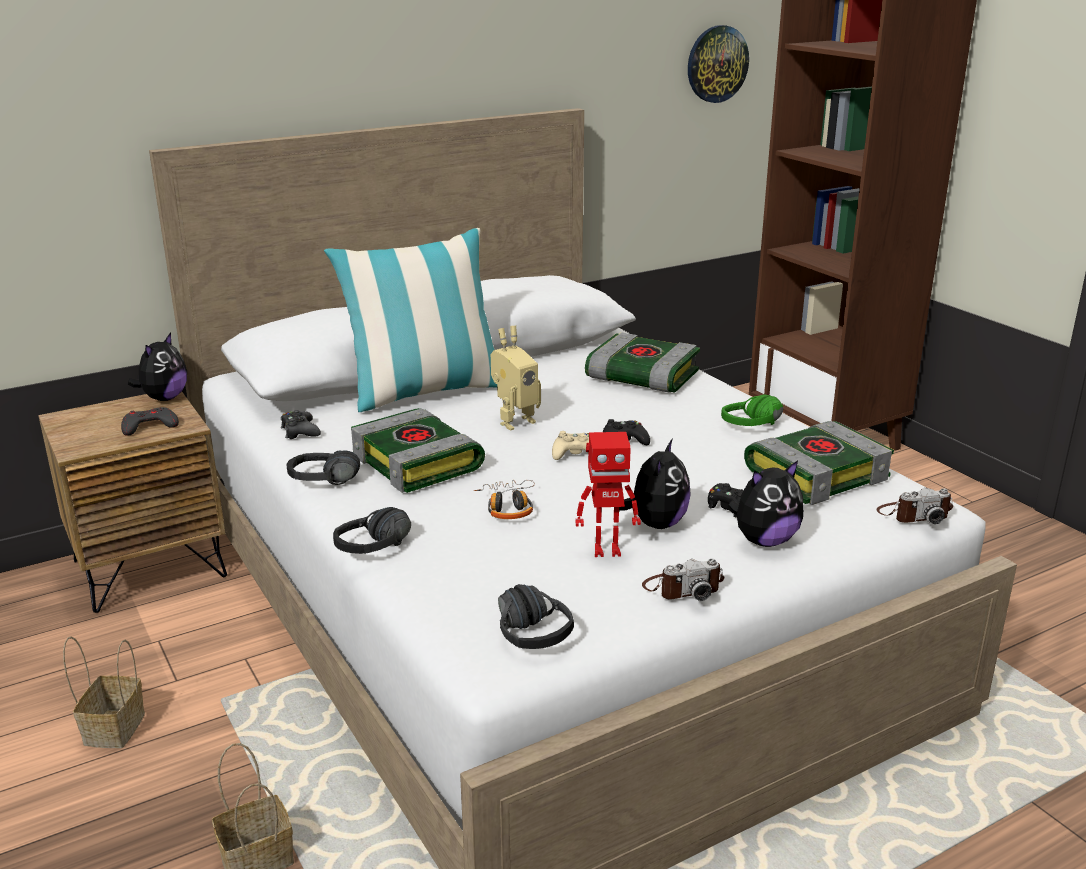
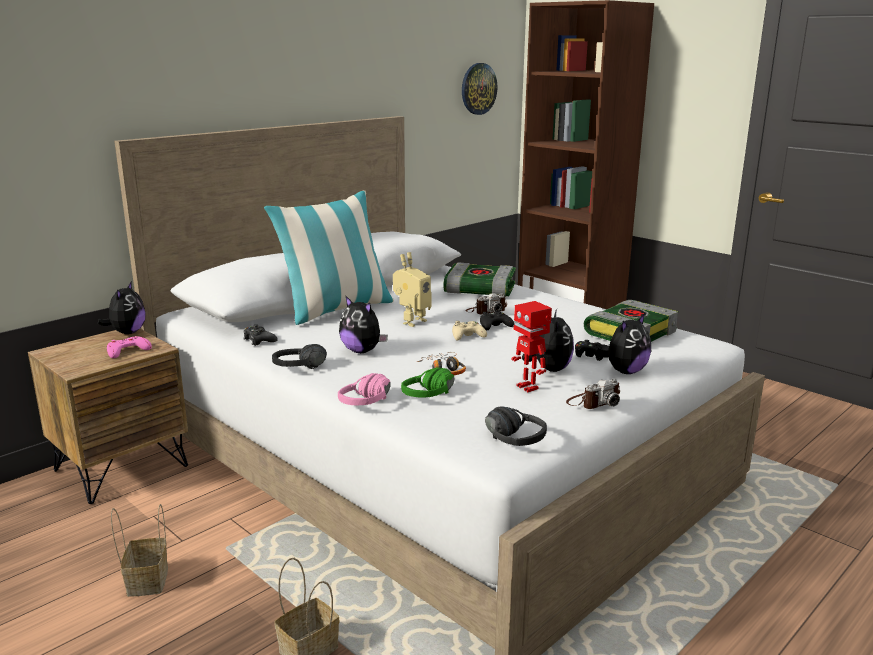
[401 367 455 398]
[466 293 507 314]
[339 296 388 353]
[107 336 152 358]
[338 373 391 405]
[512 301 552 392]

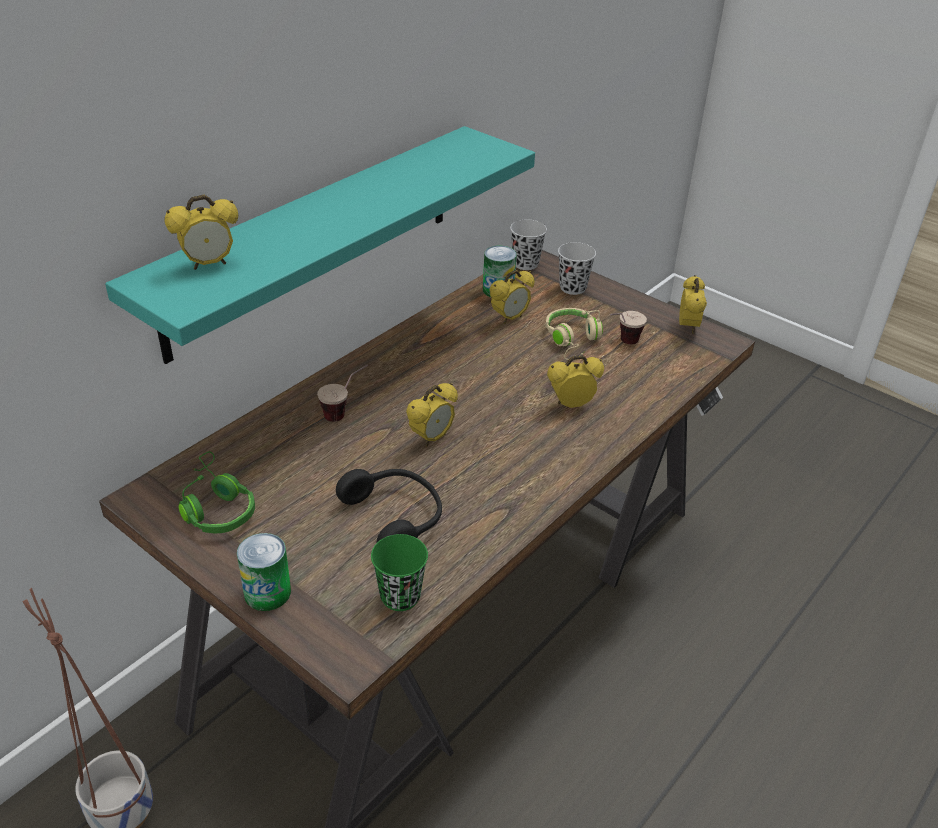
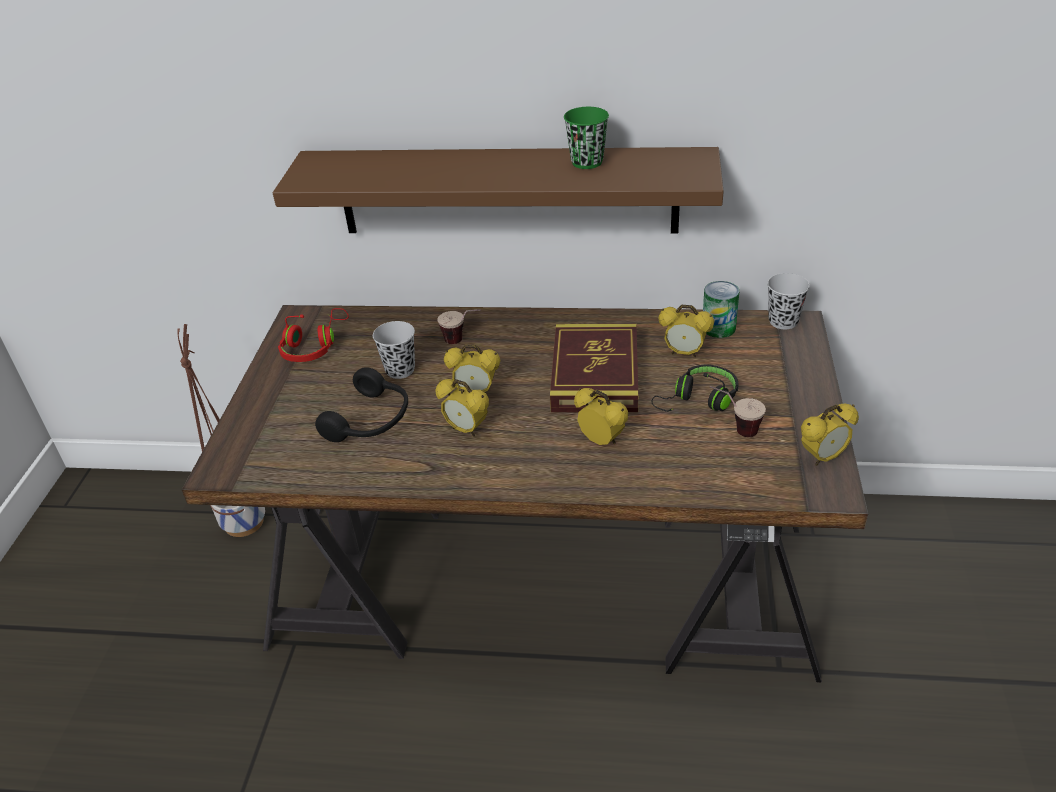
[237 533 291 611] (first image)
[550 324 638 412]
[436 379 489 437]
[564 107 609 169]
[373 321 415 379]
[273 147 724 234]
[278 308 349 362]
[651 364 739 412]

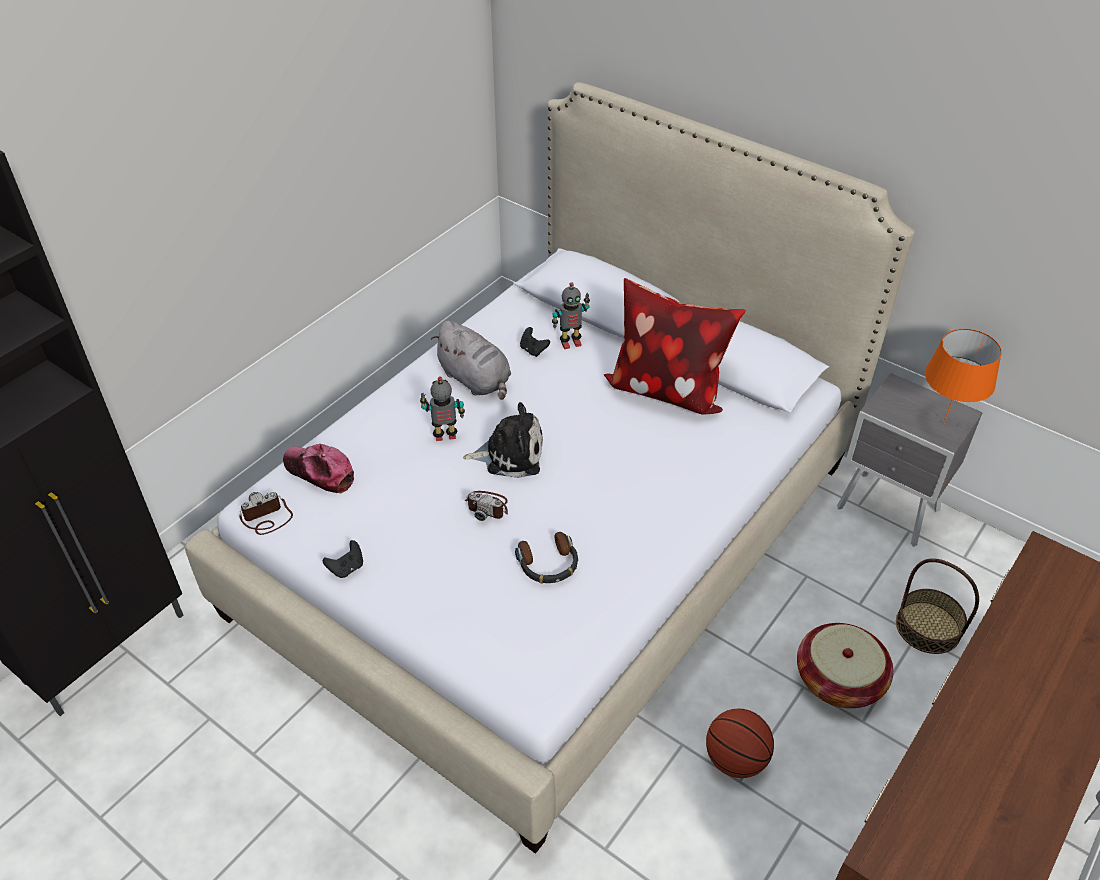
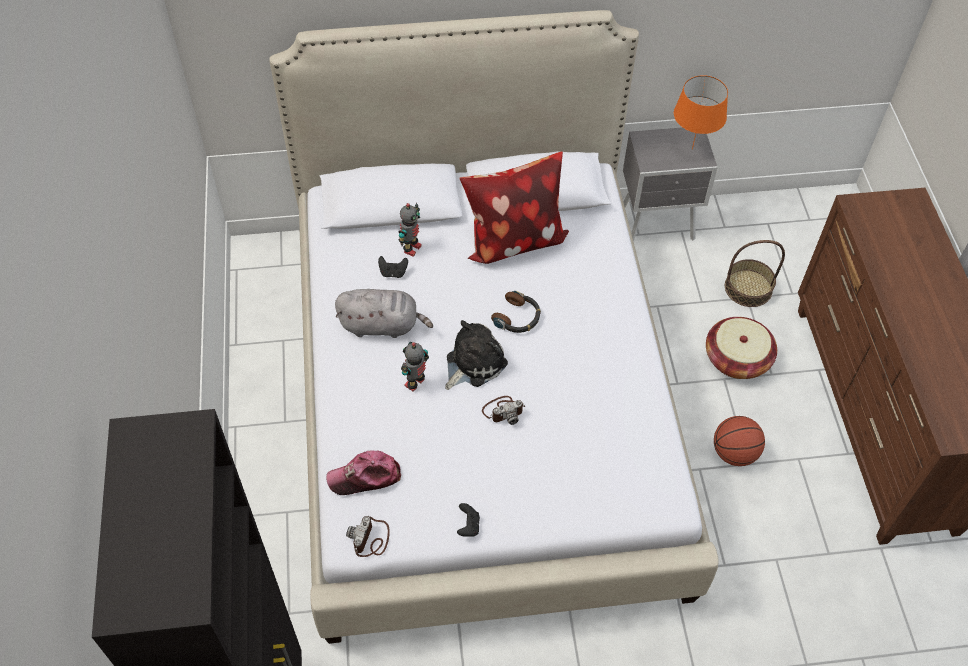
[491 291 541 333]

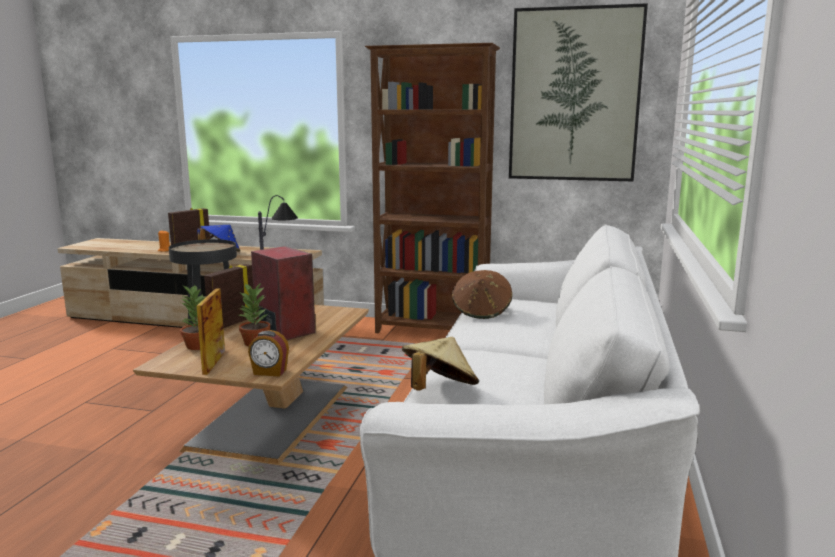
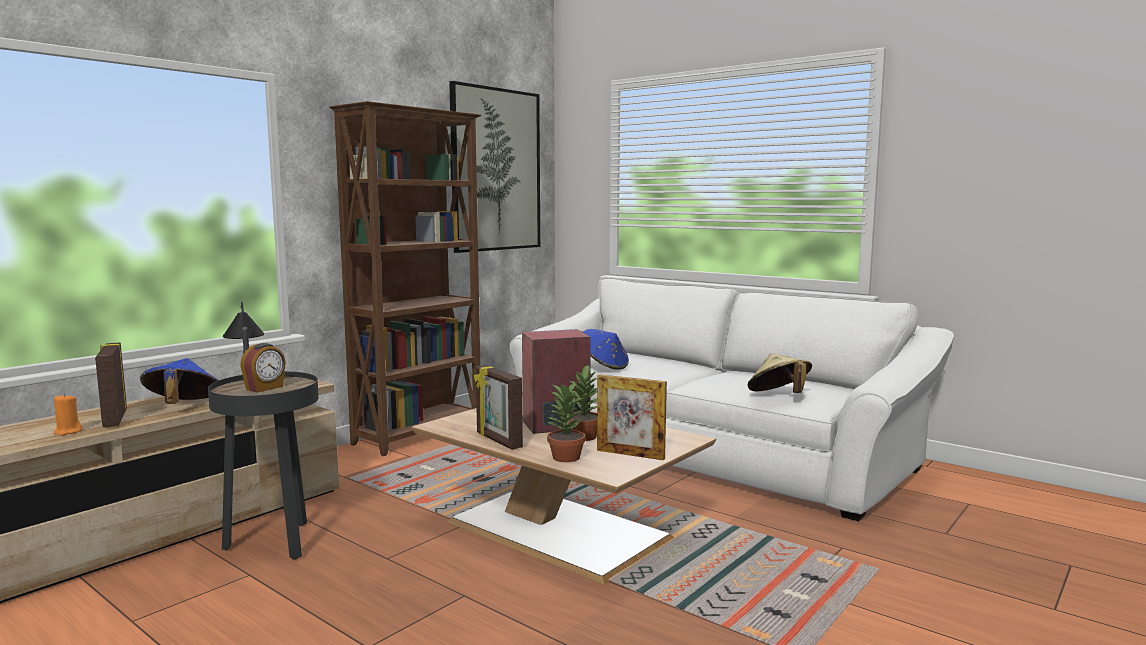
[240 343 286 393]
[581 329 629 370]

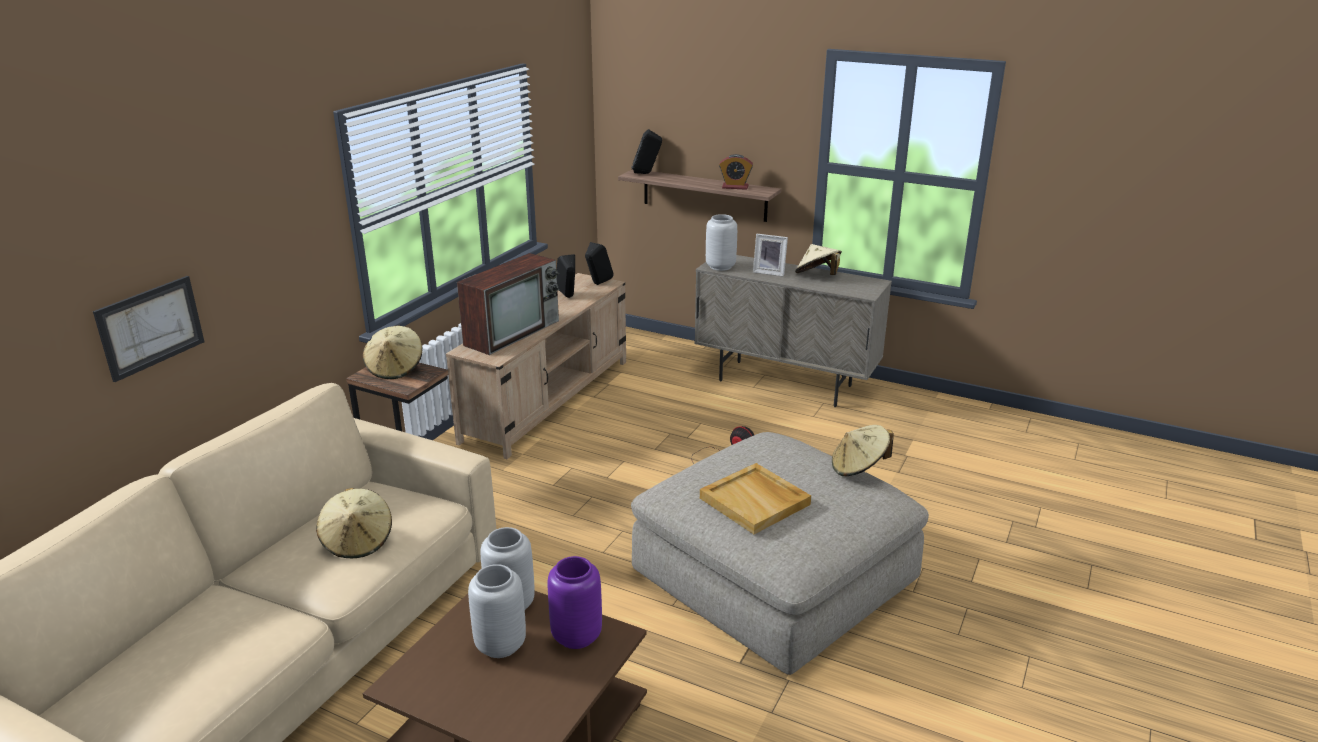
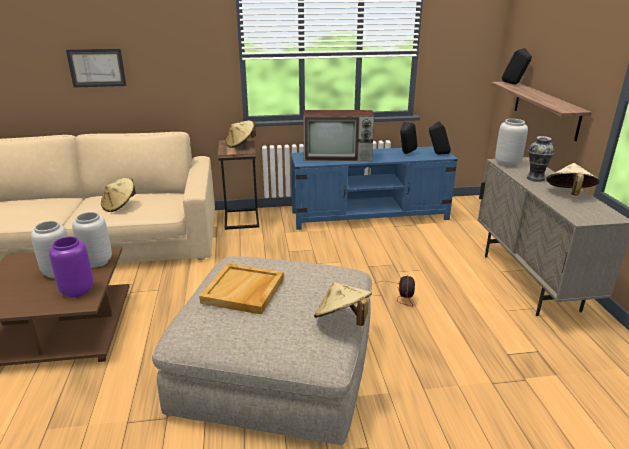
[719 154 753 190] (first image)
[527 136 554 182]
[291 146 458 230]

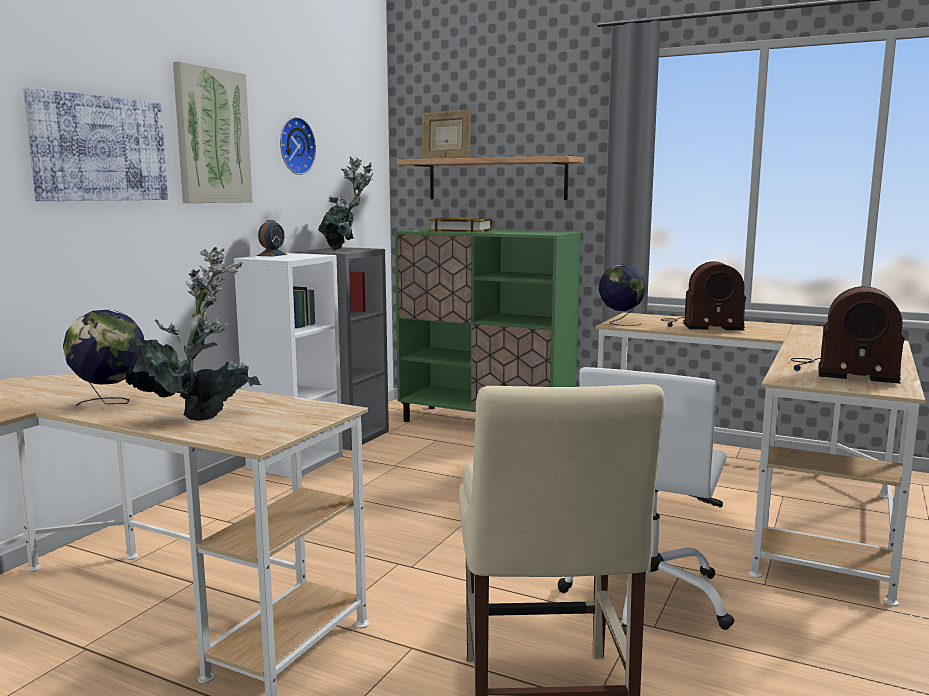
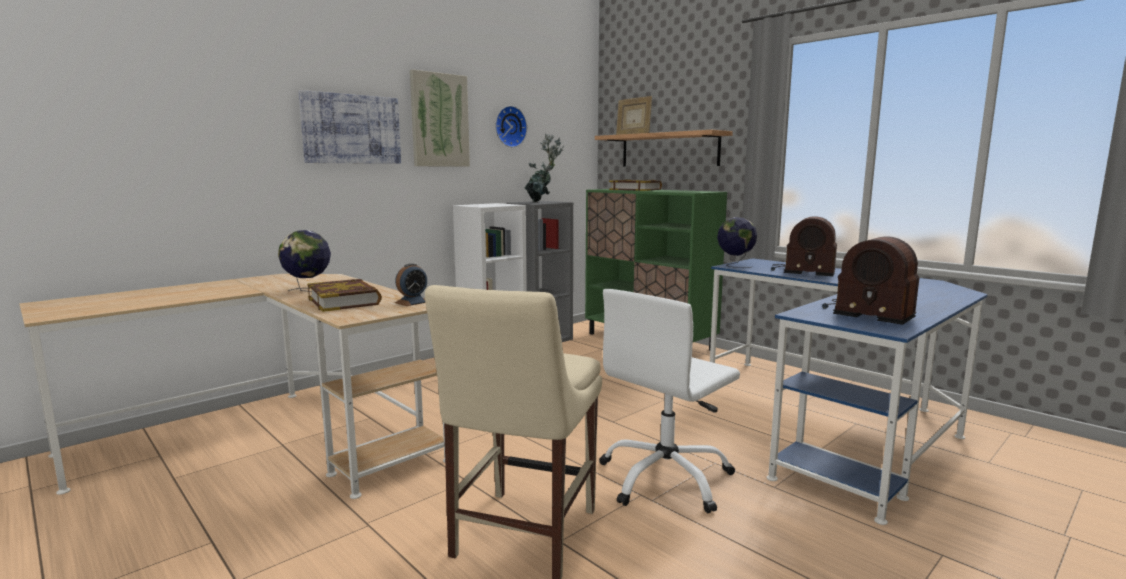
[395 263 427 306]
[307 279 382 312]
[710 258 988 525]

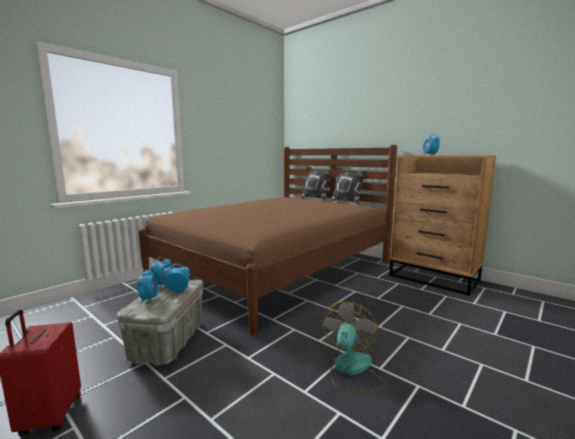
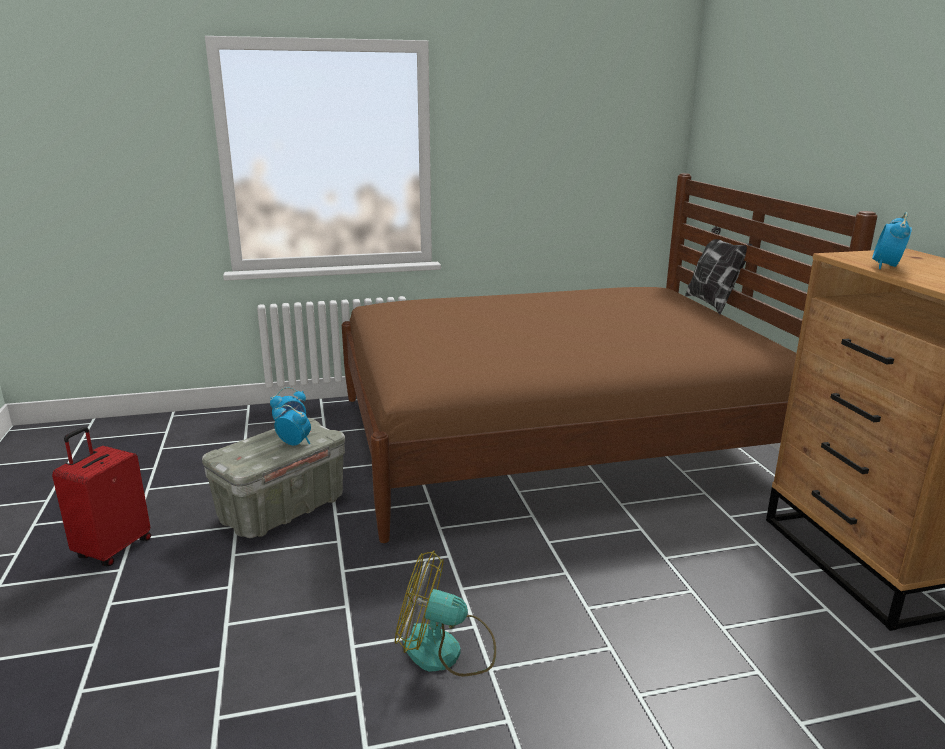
[137 269 159 303] (first image)
[331 168 367 205] (first image)
[395 551 496 677]

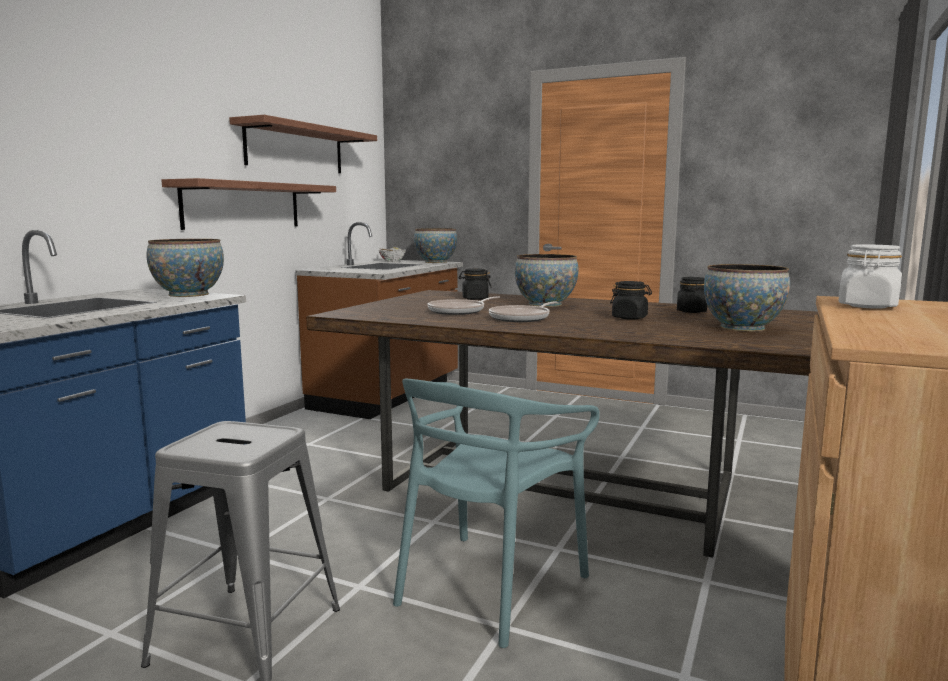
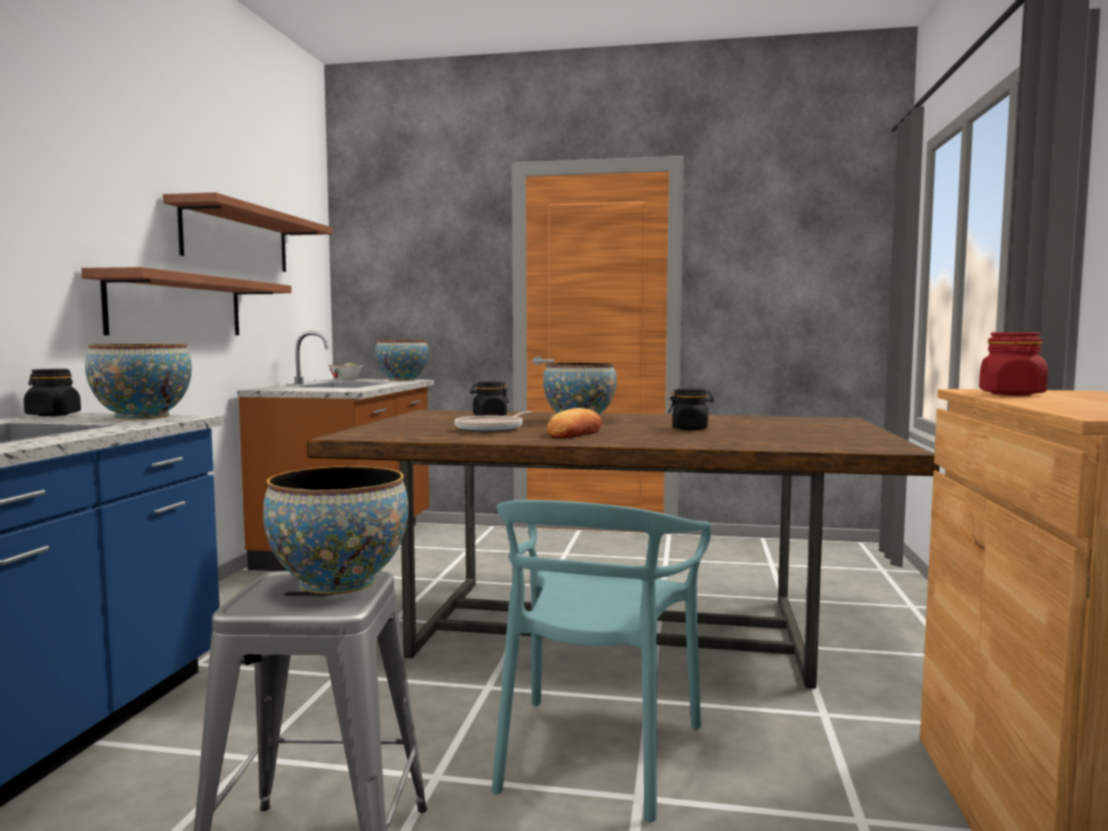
[24 369 81 416]
[263 466 408 594]
[547 408 602 439]
[979 332 1048 395]

